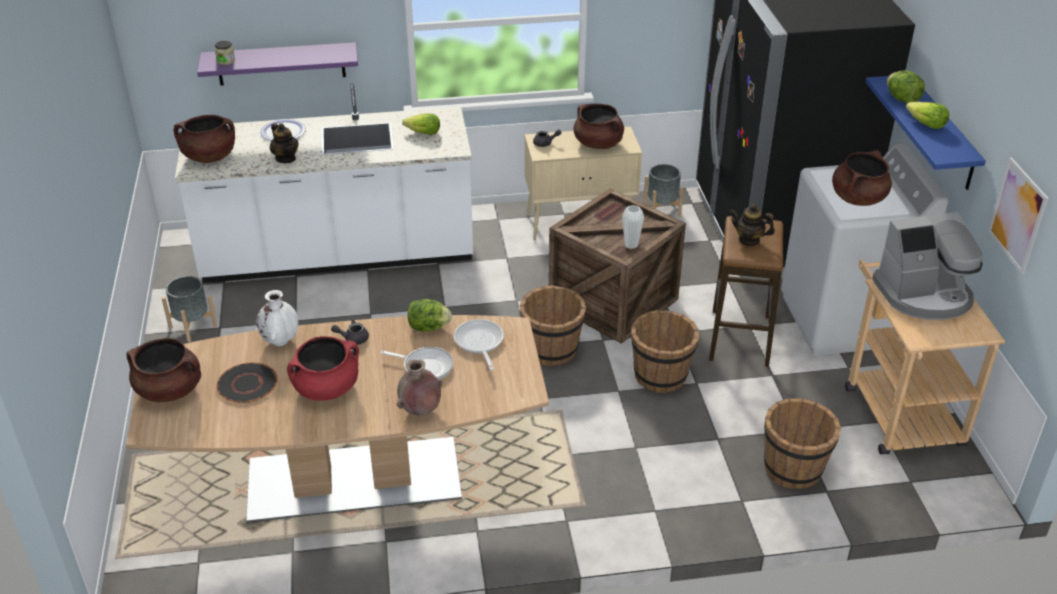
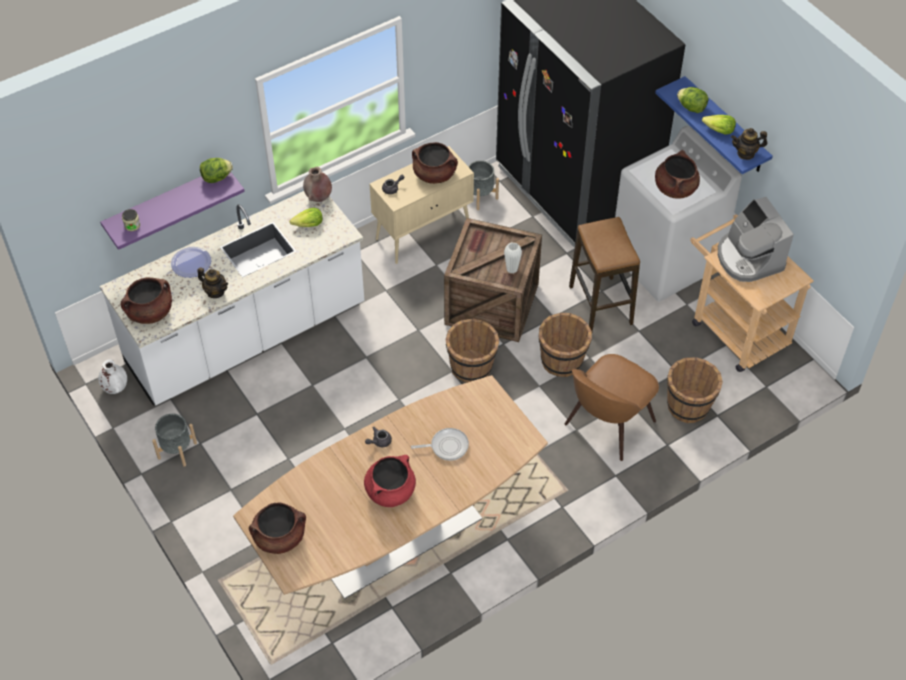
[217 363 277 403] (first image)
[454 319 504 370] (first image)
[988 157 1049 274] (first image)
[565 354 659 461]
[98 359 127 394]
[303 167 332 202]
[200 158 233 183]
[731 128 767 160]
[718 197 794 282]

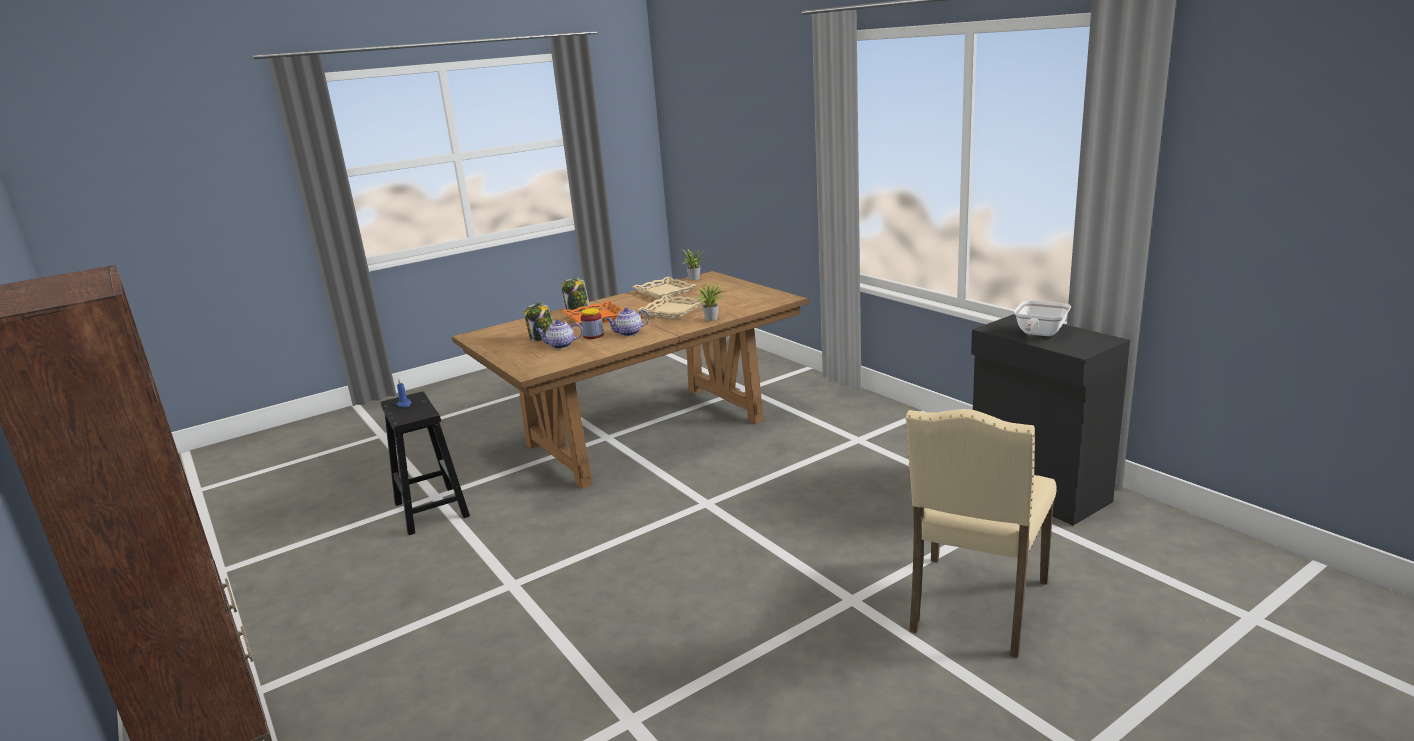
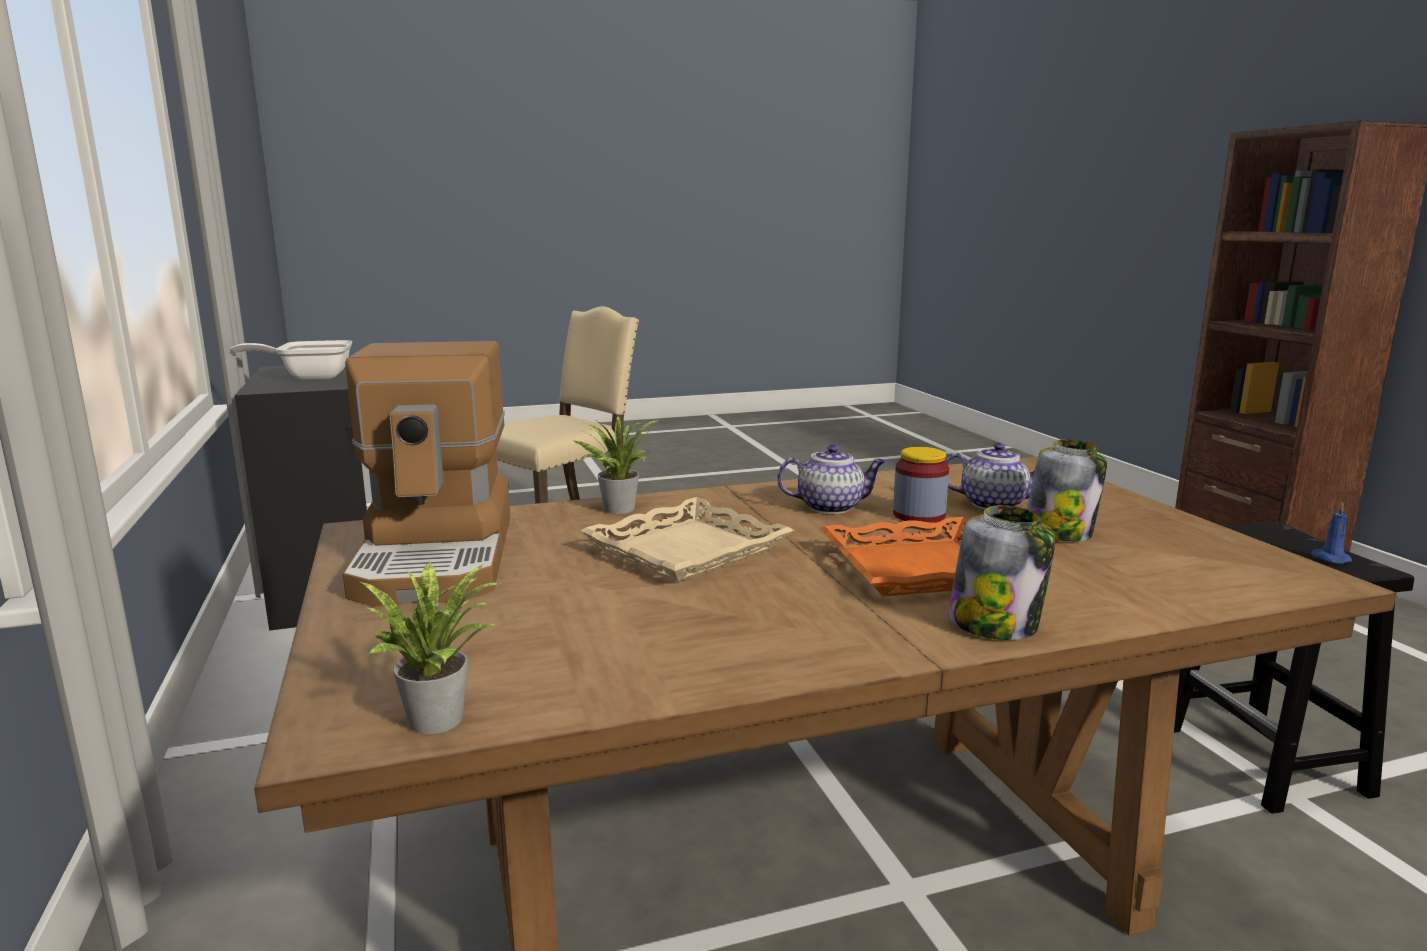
[632 277 696 299] (first image)
[343 341 511 606]
[230 340 352 380]

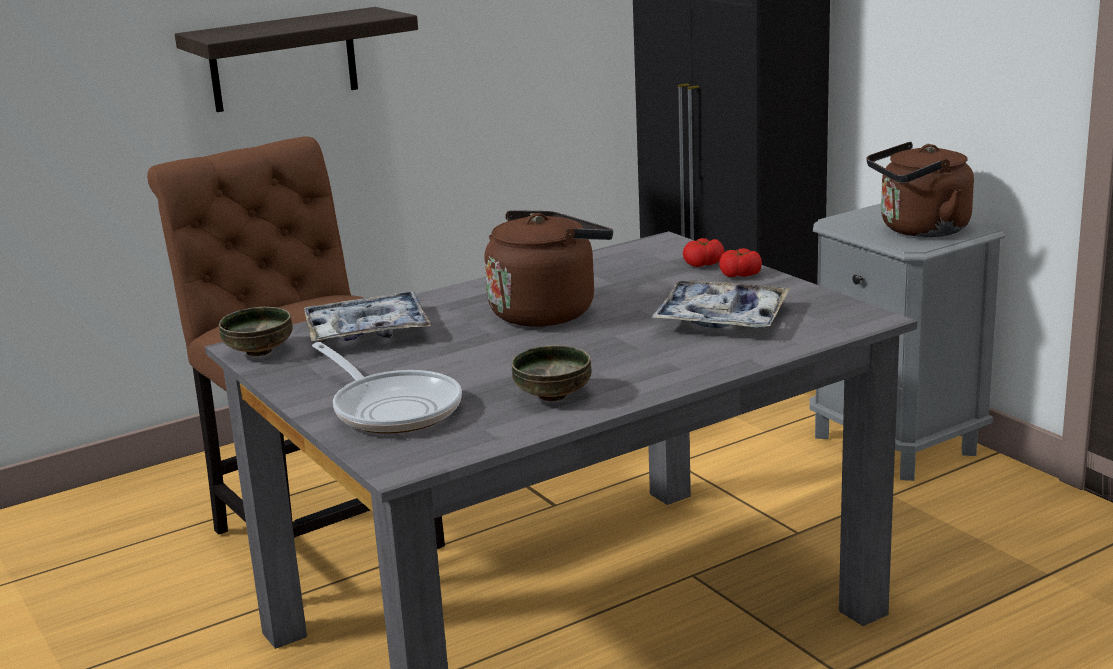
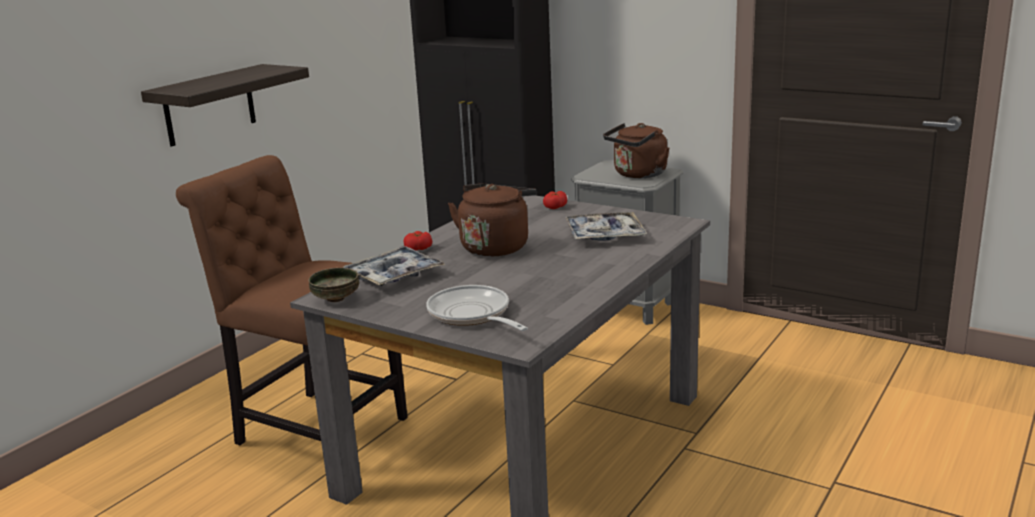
[511 345 592 401] (first image)
[403 231 432 251]
[426 285 528 331]

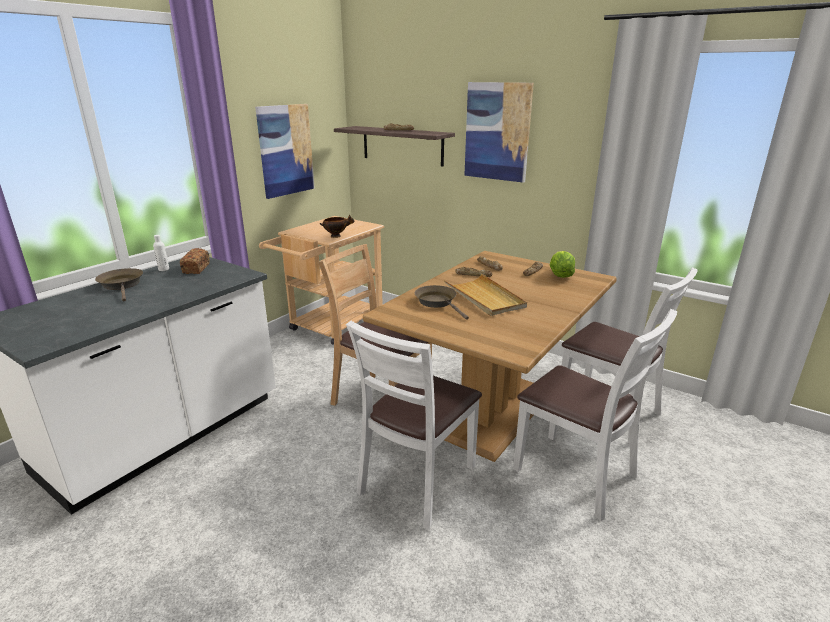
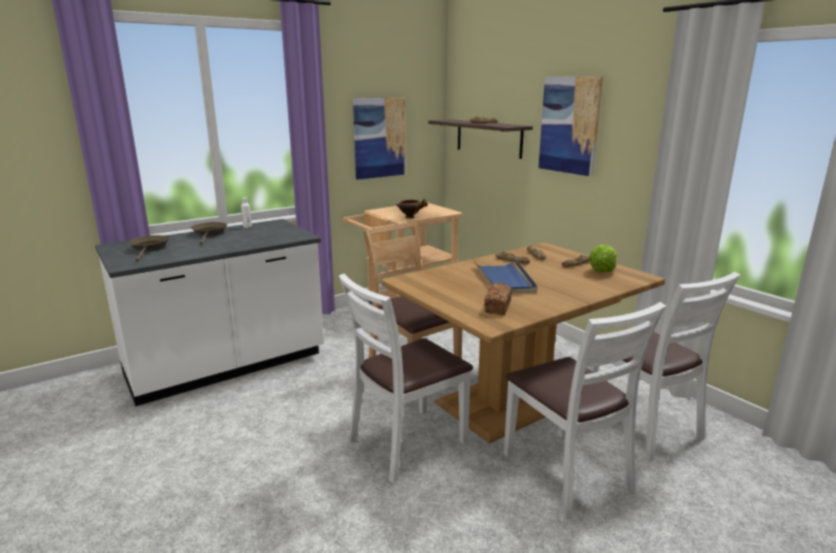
[484 283 512 315]
[128 235 170 261]
[474 259 537 293]

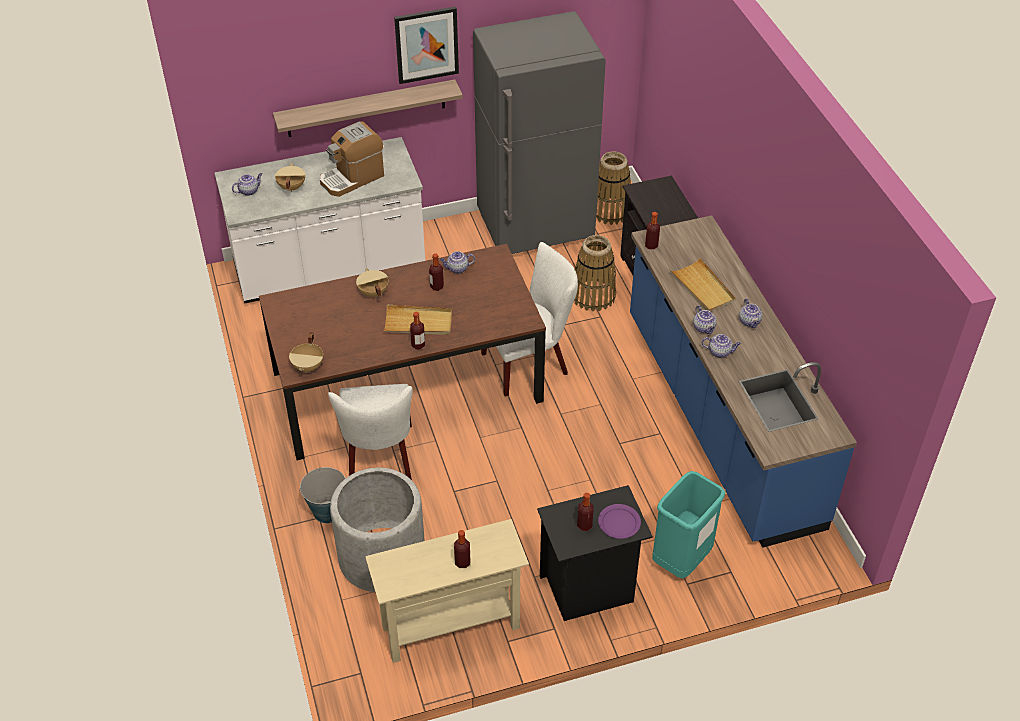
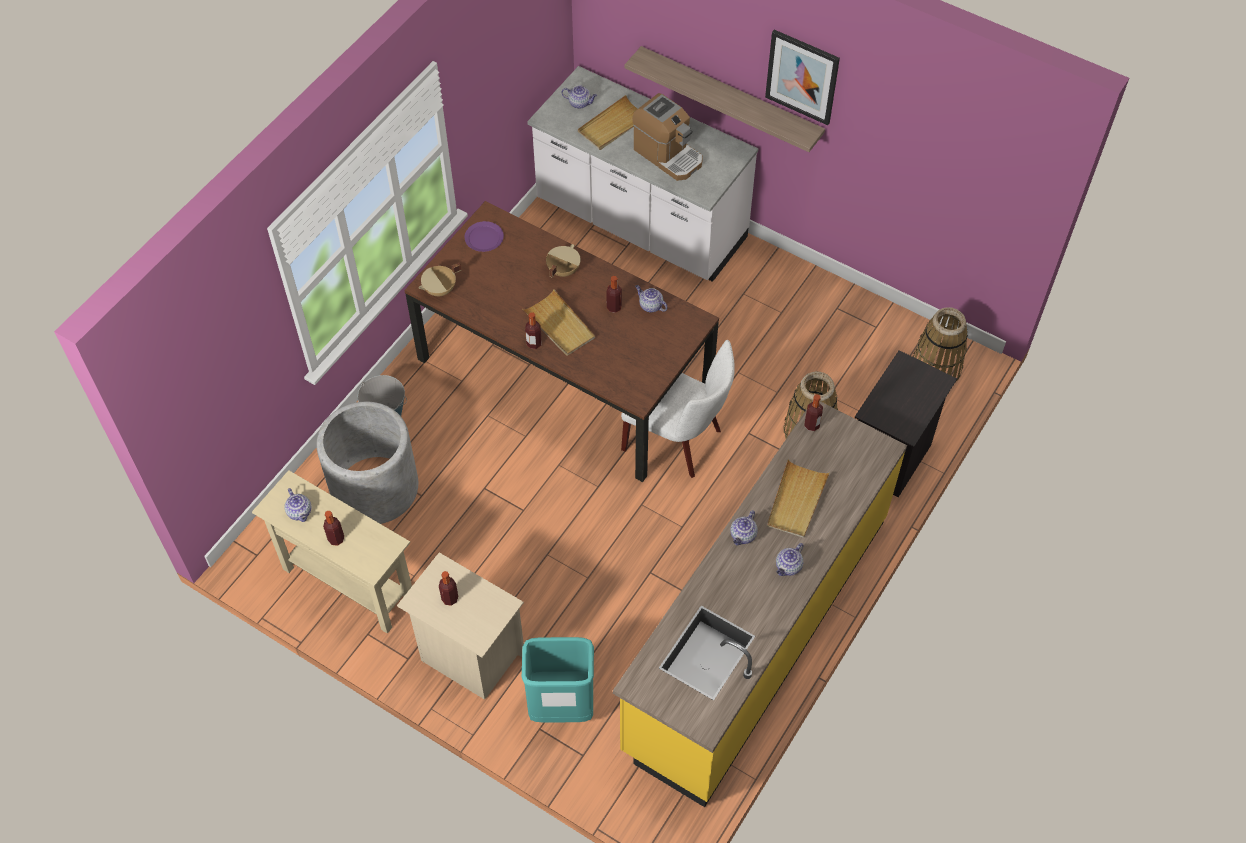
[328 384 413 480] (first image)
[473 11 606 254] (first image)
[465 221 504 252]
[285 488 311 522]
[578 95 637 150]
[397 552 524 700]
[613 401 907 807]
[632 93 703 181]

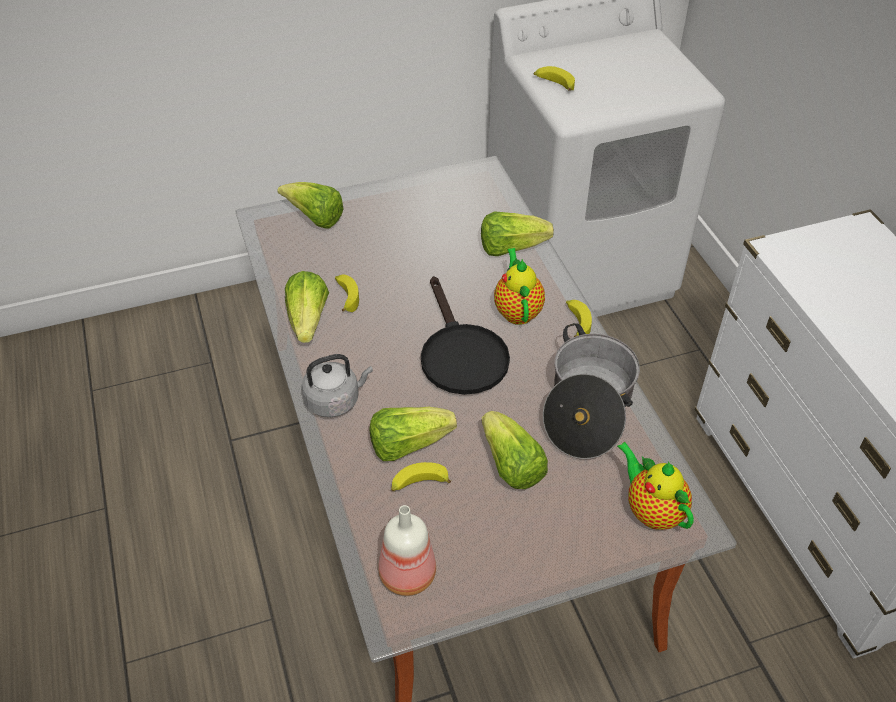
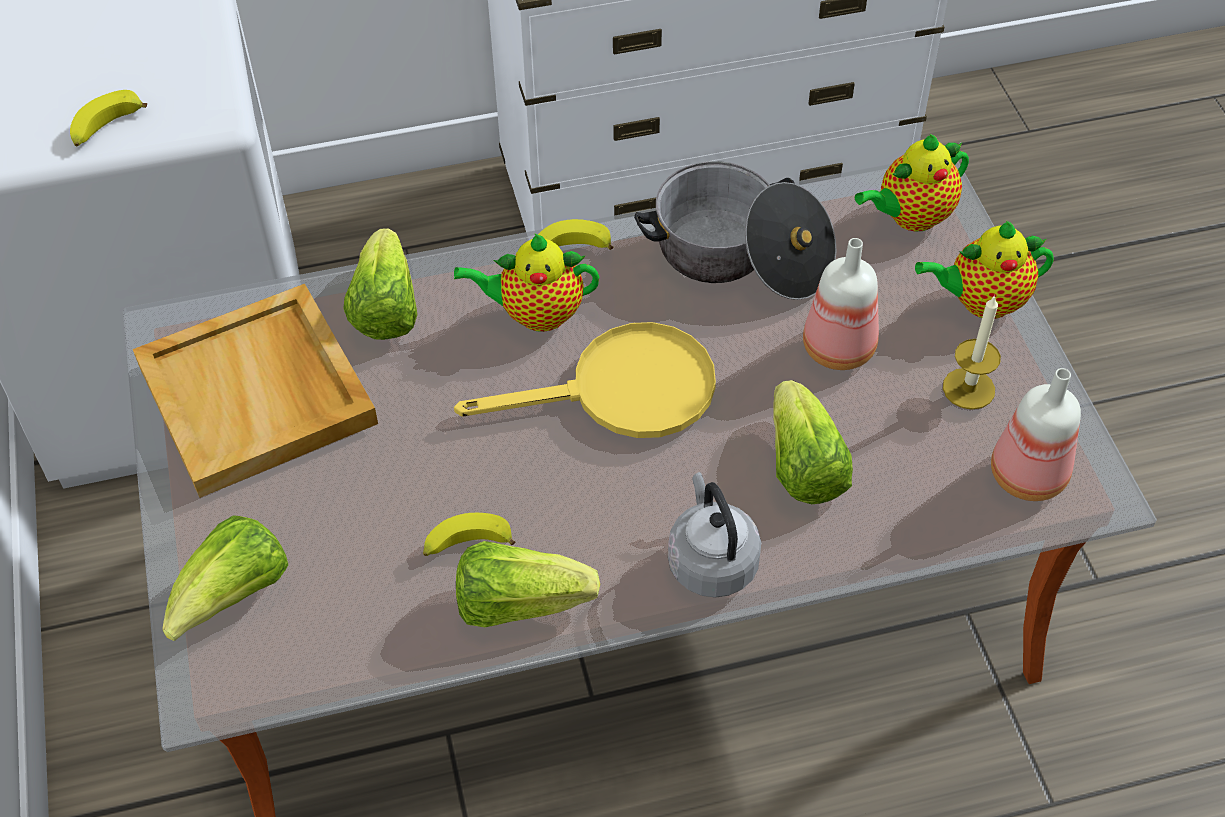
[391 462 451 491] (first image)
[133 284 378 498]
[915 221 1054 319]
[943 295 1001 410]
[803 238 879 370]
[454 322 716 438]

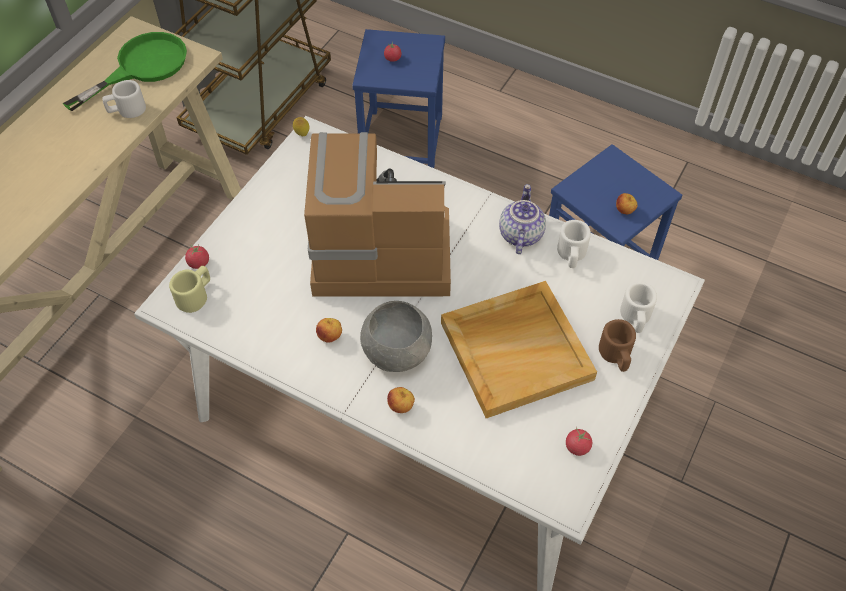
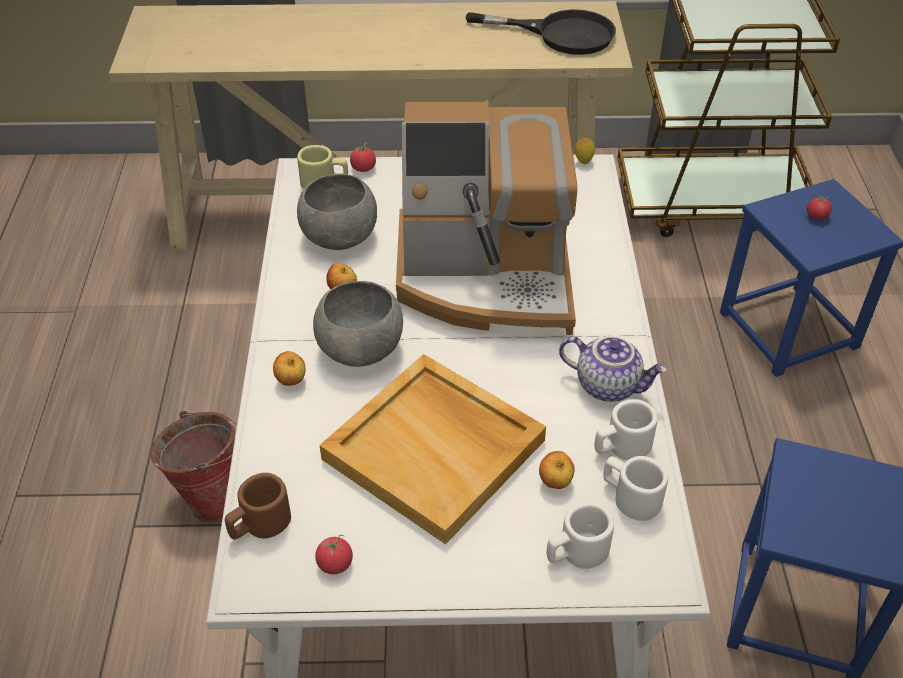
[151 411 237 522]
[297 174 377 250]
[604 456 668 521]
[225 473 291 540]
[539 451 575 489]
[466 9 616 55]
[396 102 577 335]
[559 336 667 402]

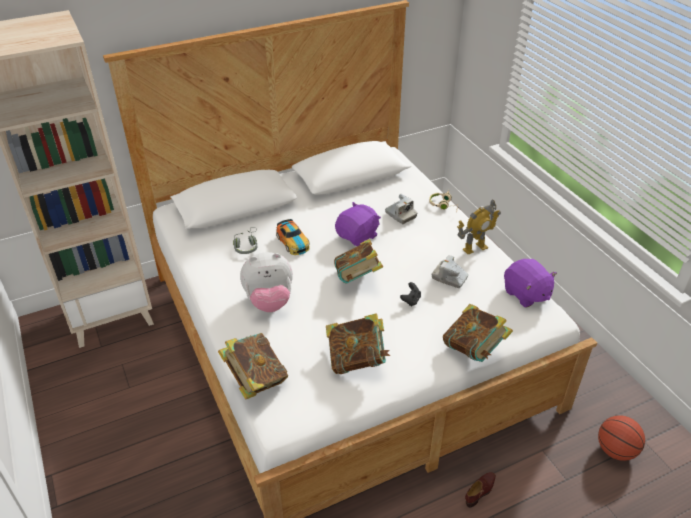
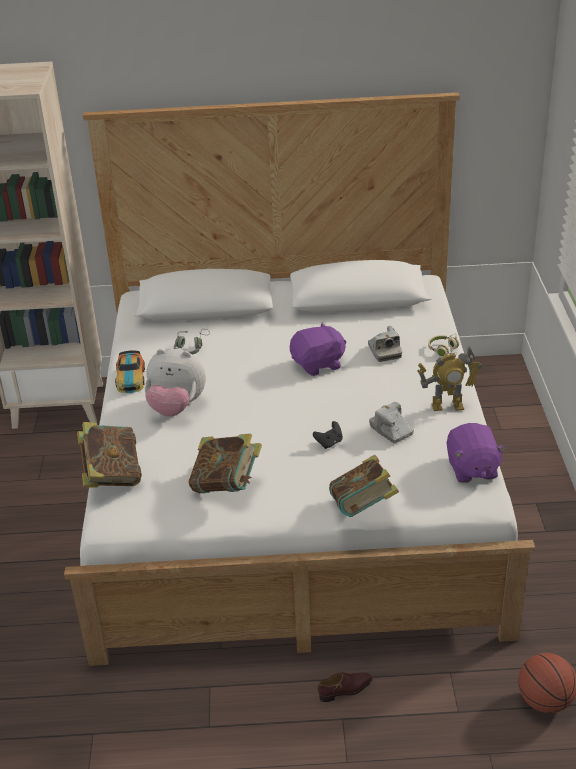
[334 239 383 284] (first image)
[115 351 145 393]

